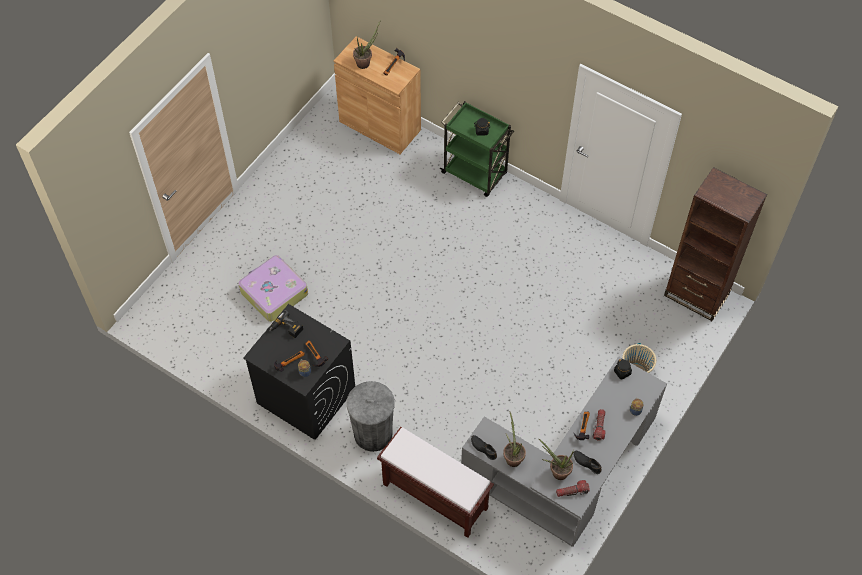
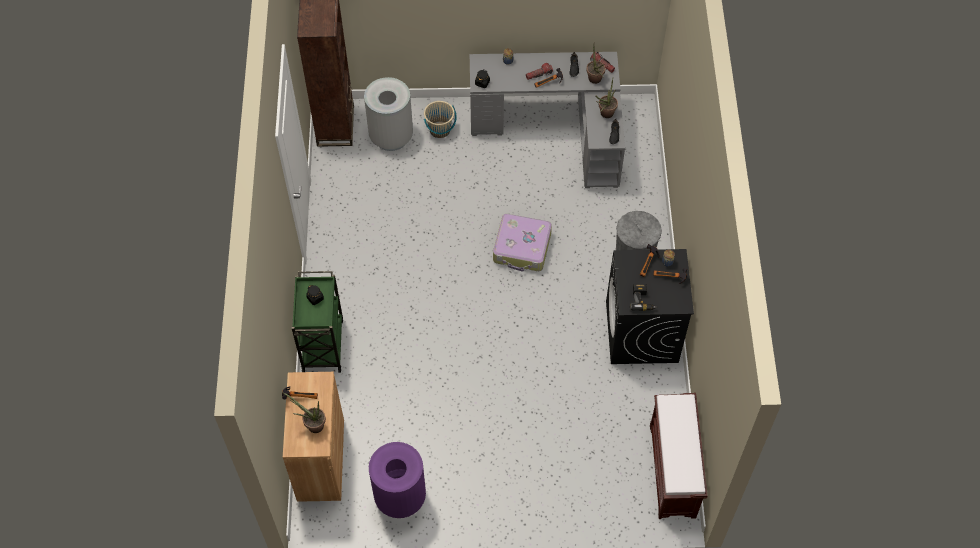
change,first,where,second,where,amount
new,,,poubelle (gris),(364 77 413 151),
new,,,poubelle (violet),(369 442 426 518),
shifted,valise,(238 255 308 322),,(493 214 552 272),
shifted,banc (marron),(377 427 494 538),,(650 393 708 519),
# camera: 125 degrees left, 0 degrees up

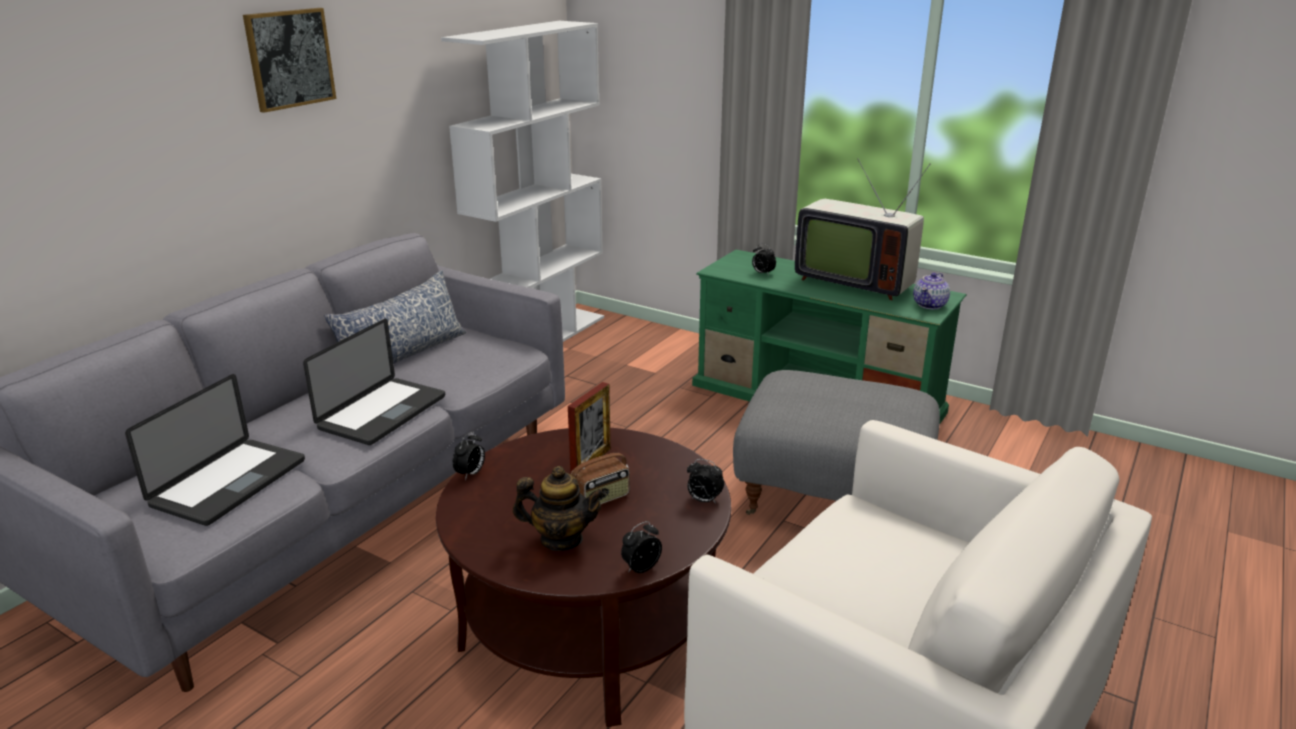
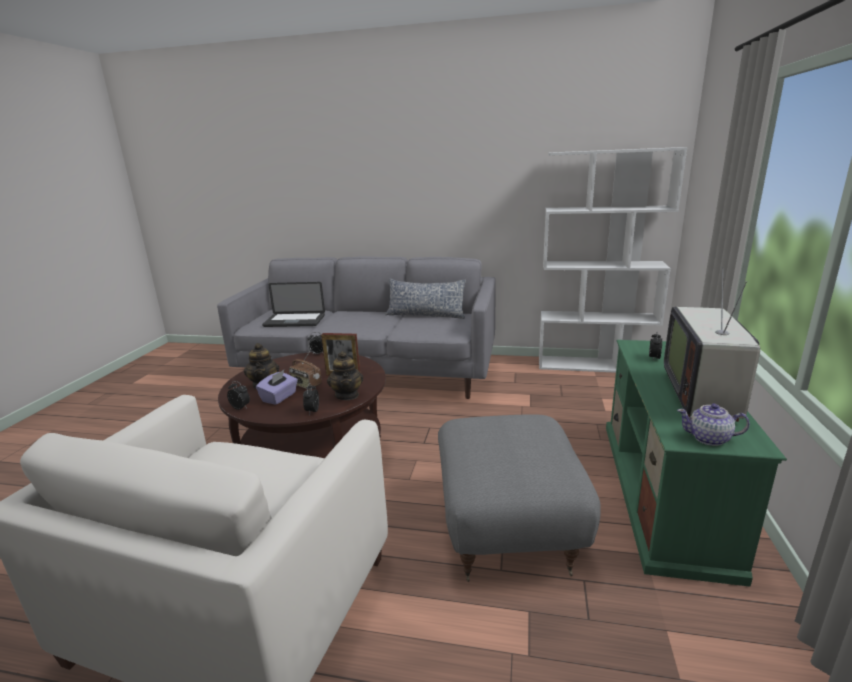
change,first,where,second,where,amount
gone,tableau,(243 8 336 113),,,
gone,ordinateur portable,(303 319 445 445),,,
new,,,boîte à mouchoirs (violet),(256 370 298 405),
new,,,théière,(327 351 363 400),
# camera: 70 degrees right, 5 degrees down

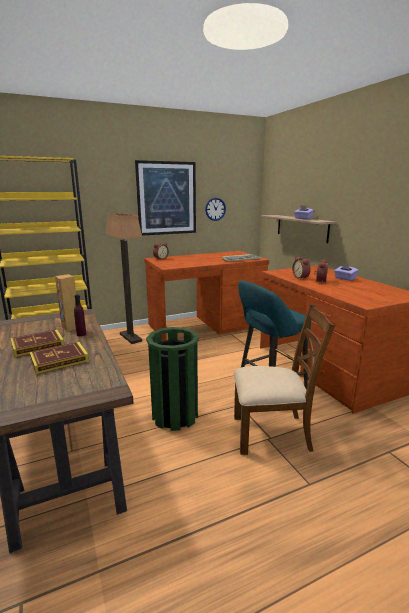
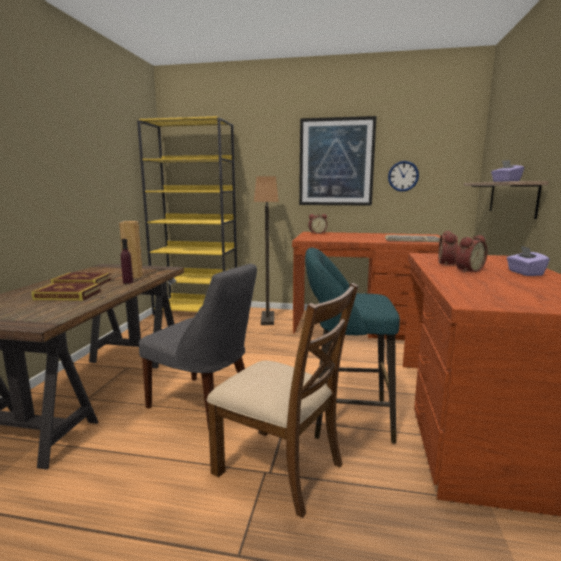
change,first,where,second,where,amount
swapped,poubelle (vert),(146 327 199 431),chaise (gris),(139 263 257 430),
# camera: 35 degrees right, 5 degrees down

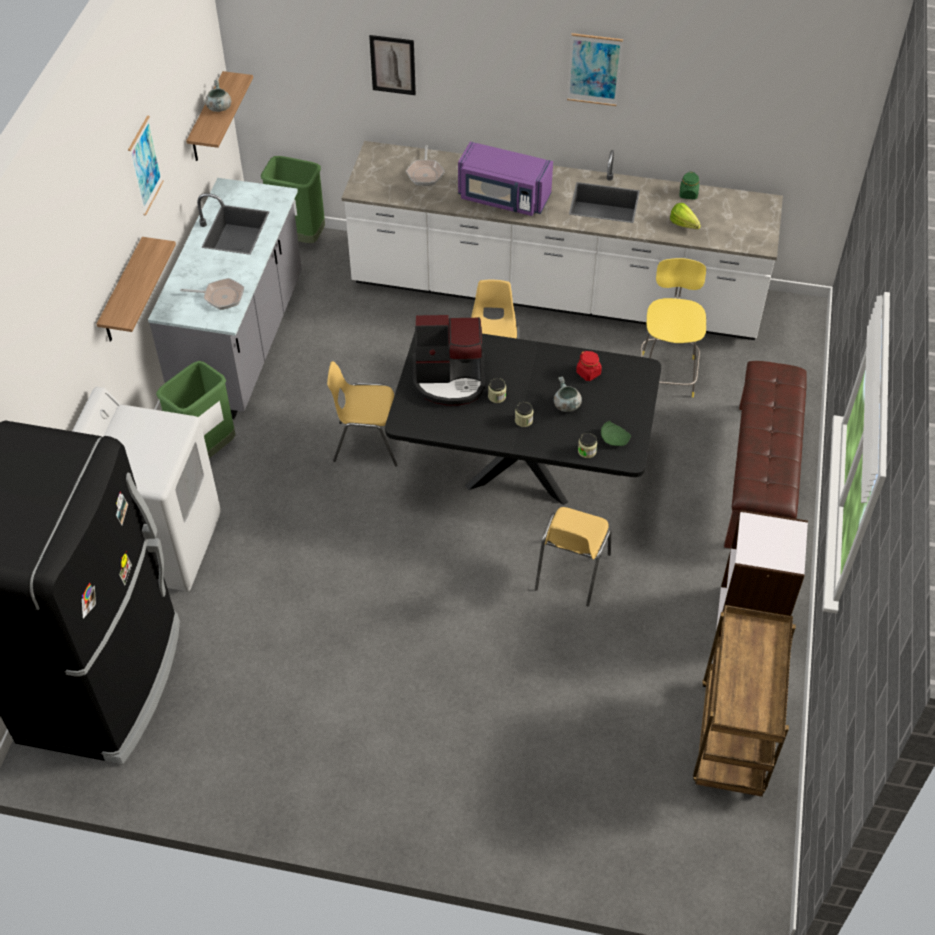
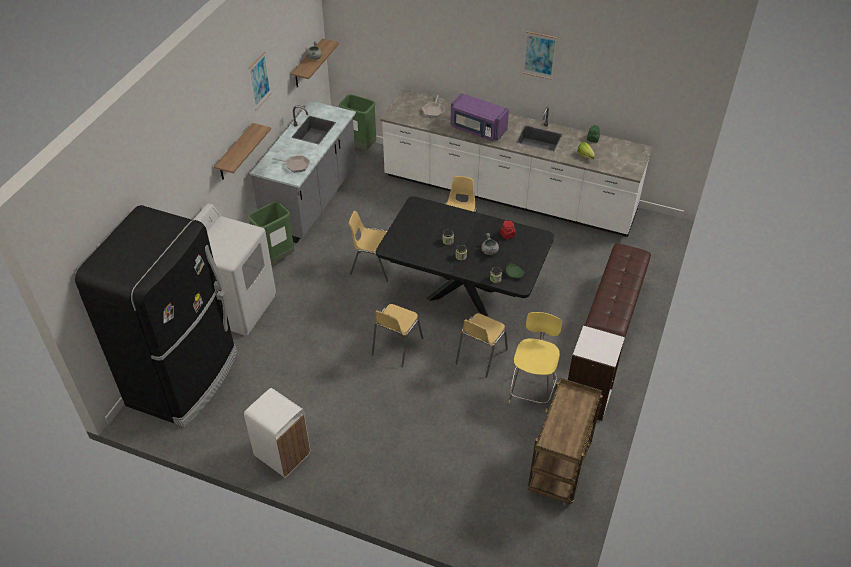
change,first,where,second,where,amount
gone,tableau,(369 35 416 95),,,
gone,machine à café,(413 315 485 406),,,
new,,,poubelle (blanc),(244 388 310 478),
new,,,chaise (jaune),(372 304 423 367),
shifted,tabouret (jaune),(641 258 706 397),,(509 312 562 412),
# camera: 10 degrees right, 5 degrees down

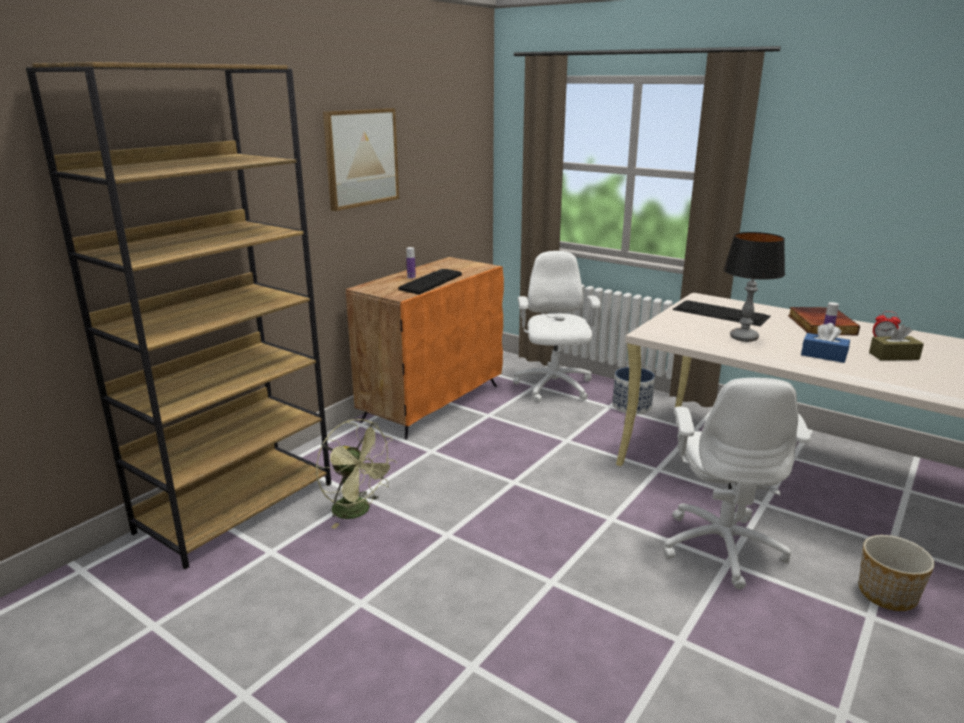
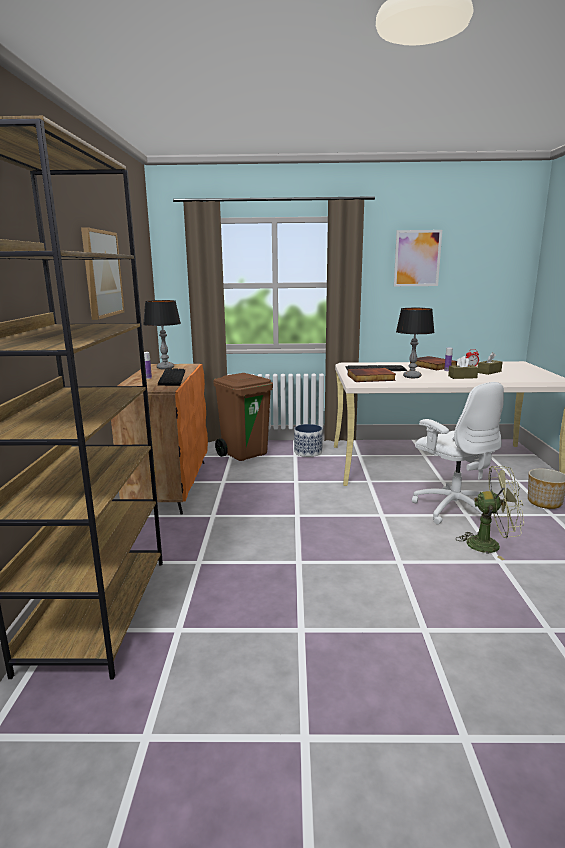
change,first,where,second,where,amount
new,,,lampe de table,(143 300 181 369),
new,,,livre,(348 368 396 382),
new,,,tableau,(394 230 442 286),
shifted,ventilateur (vert),(316 419 397 529),,(456 466 524 560),
swapped,chaise de bureau (blanc),(513 251 601 402),poubelle (marron),(213 373 273 461),
repainted,boîte à mouchoirs (bleu),(801 323 850 363),boîte à mouchoirs (marron),(448 356 478 379),
# camera: 35 degrees left, 5 degrees down

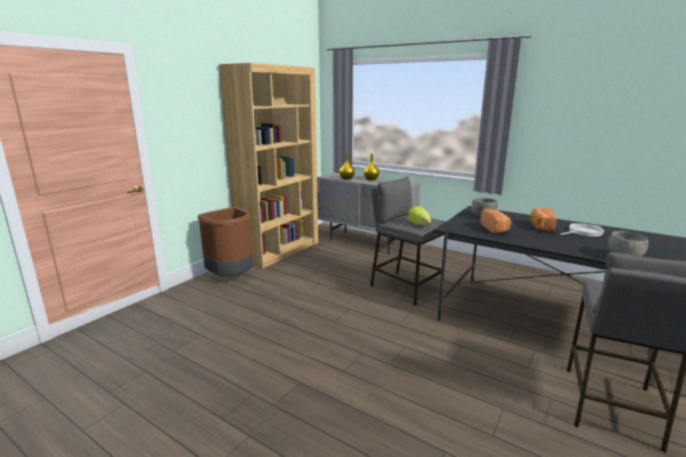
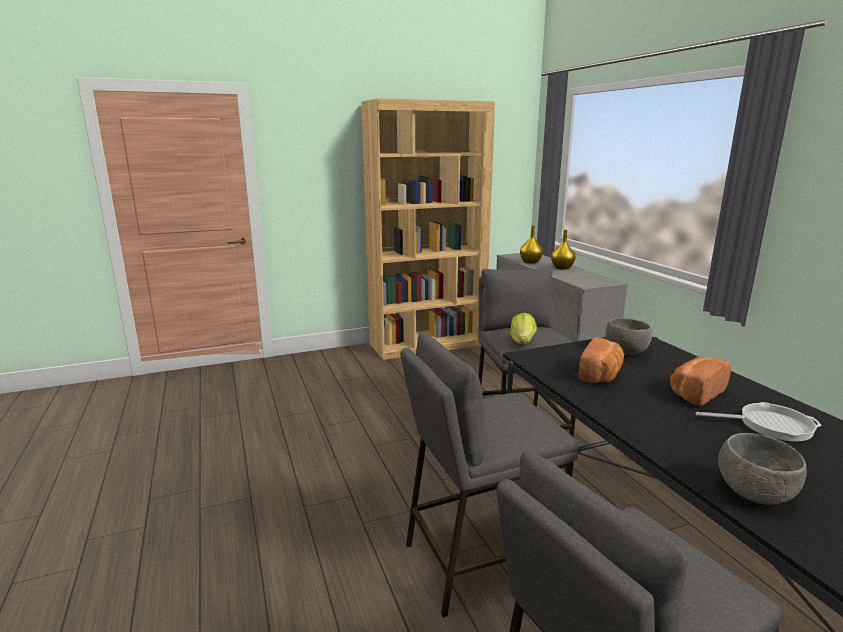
change,first,where,second,where,amount
gone,poubelle (marron),(197 207 253 276),,,
new,,,tabouret (gris),(400 333 578 617),
# camera: 35 degrees right, 0 degrees up

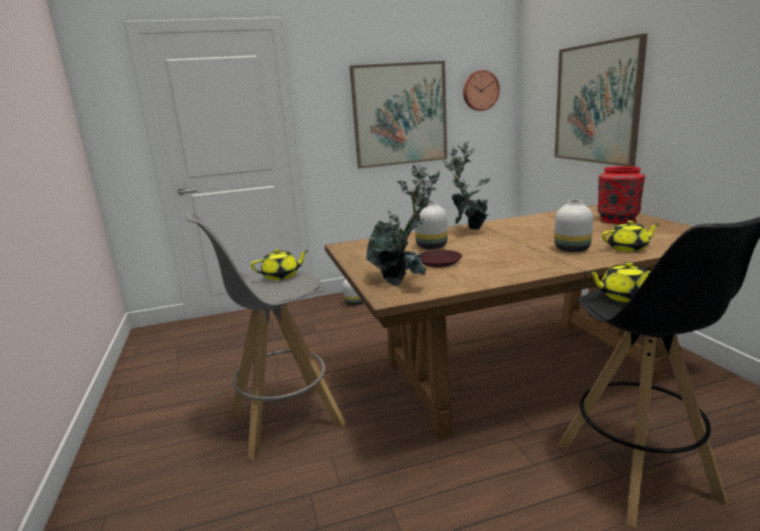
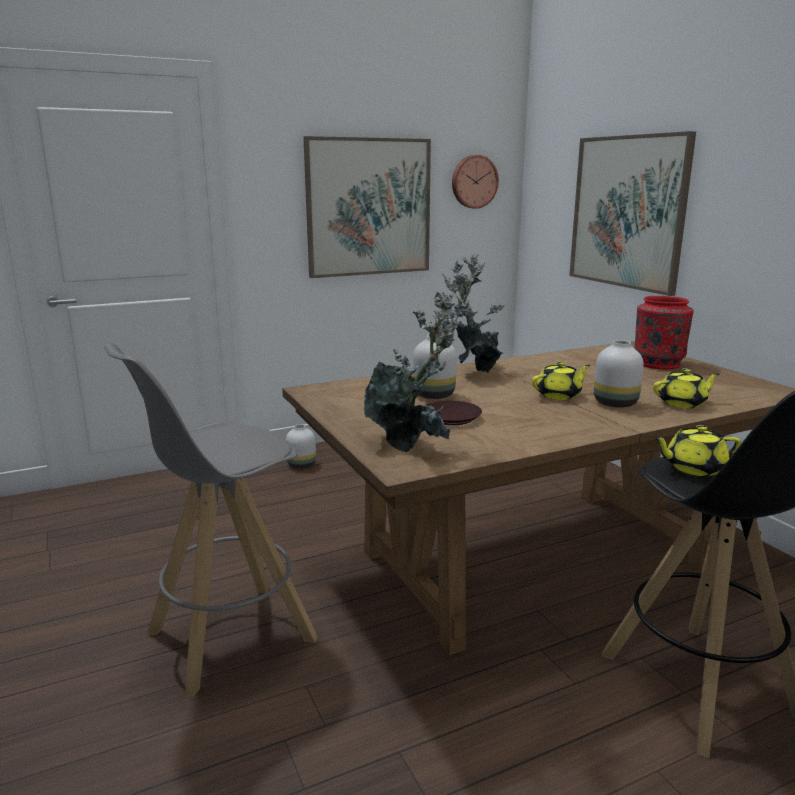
change,first,where,second,where,amount
shifted,théière (jaune),(251 249 309 280),,(532 362 590 400),
# camera: 10 degrees left, 0 degrees up

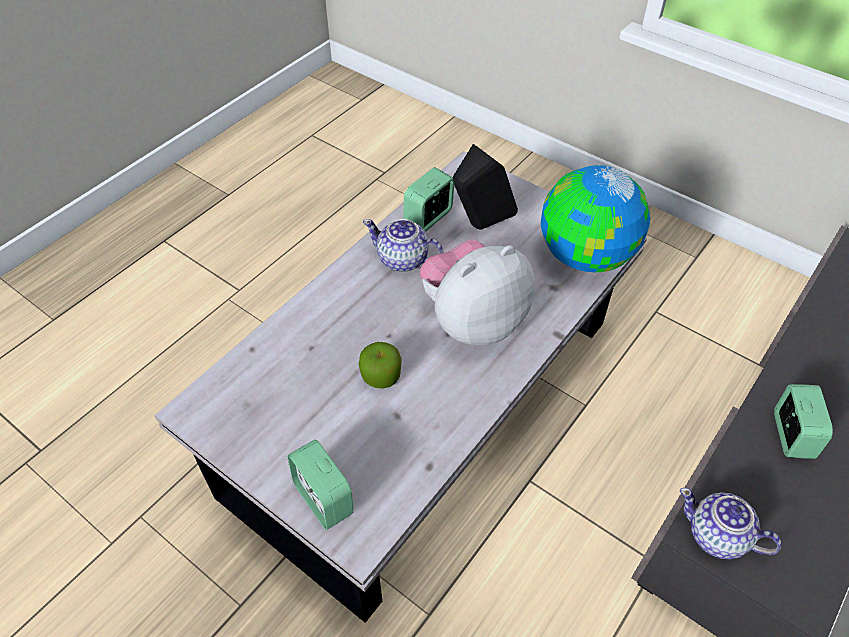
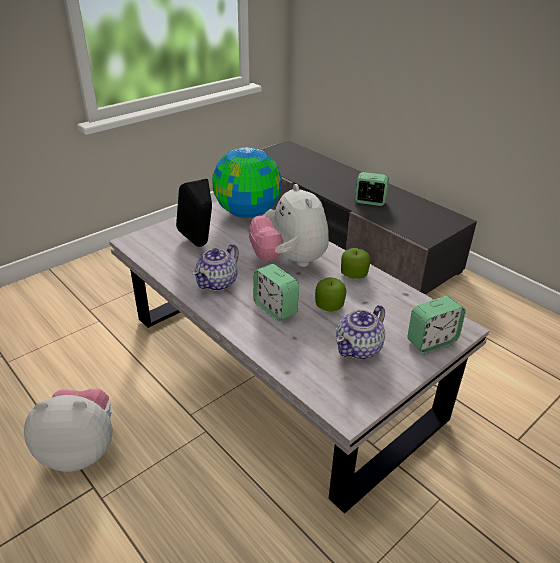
change,first,where,second,where,amount
new,,,peluche,(24 388 112 472),
new,,,pomme,(341 248 371 279),
shifted,réveil,(404 167 454 232),,(253 264 299 321),
shifted,théière,(680 488 782 560),,(336 305 385 359),
# camera: 80 degrees left, 15 degrees down

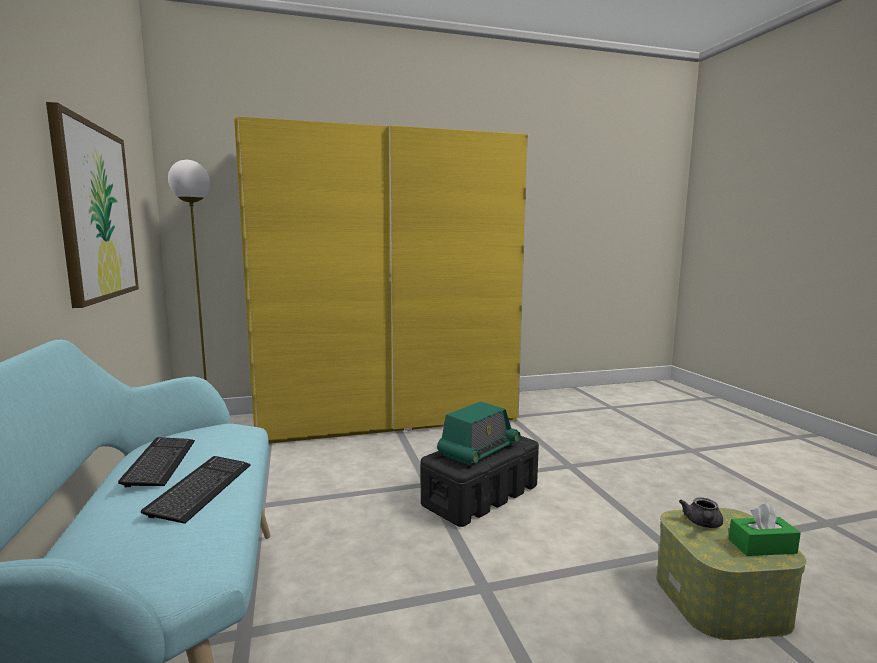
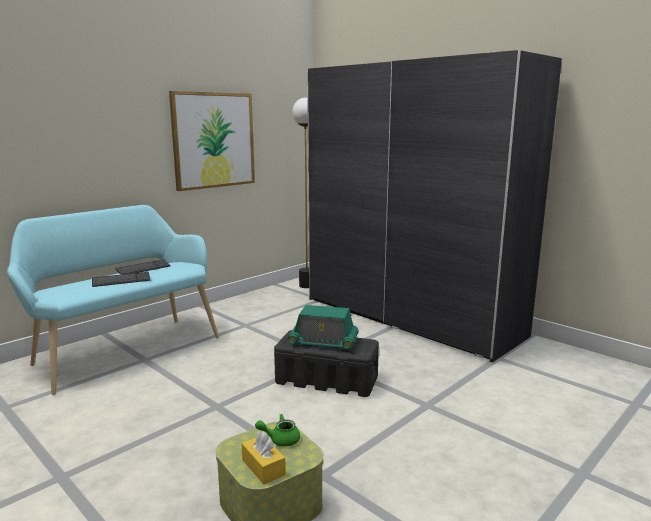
change,first,where,second,where,amount
repainted,armoire (jaune),(234 117 528 443),armoire (gris),(307 50 562 363),
repainted,théière (gris),(679 497 723 528),théière (vert),(255 414 300 447),
repainted,boîte à mouchoirs (vert),(729 503 801 556),boîte à mouchoirs (jaune),(241 431 286 485),
# camera: 60 degrees right, 5 degrees up

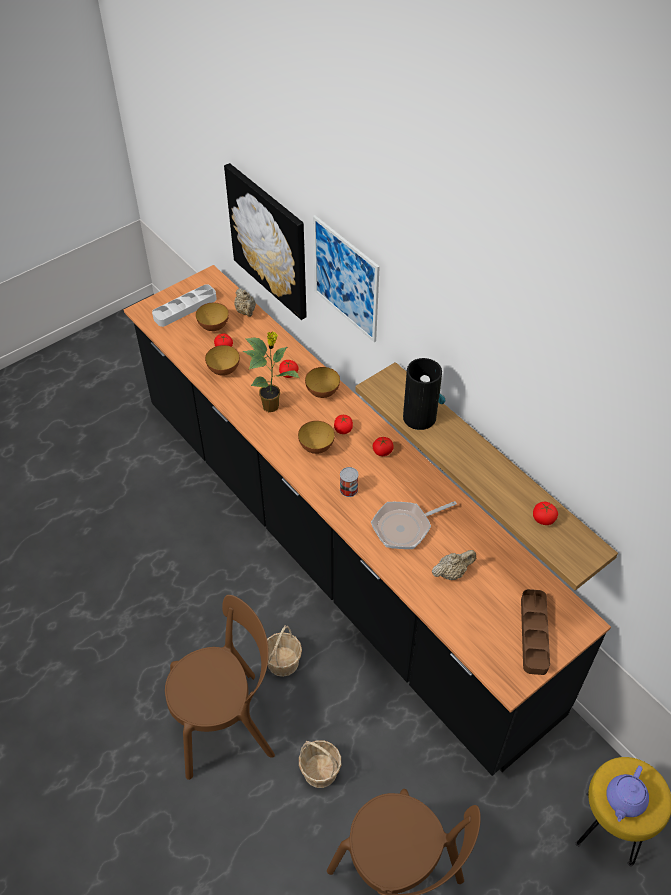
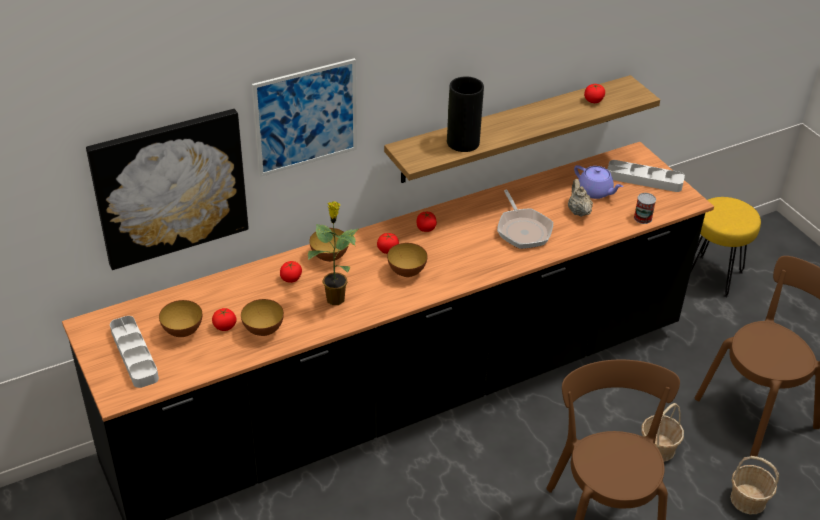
change,first,where,second,where,amount
gone,théière (beige),(234 288 256 317),,,
shifted,panier,(267 625 302 677),,(730 456 779 514),
shifted,boîte métallique,(340 467 358 497),,(634 193 656 224),
shifted,théière (violet),(606 766 649 822),,(574 165 623 199),
repainted,plateau (marron),(521 589 550 675),plateau (gris),(607 160 685 192),
# camera: 80 degrees left, 10 degrees down

